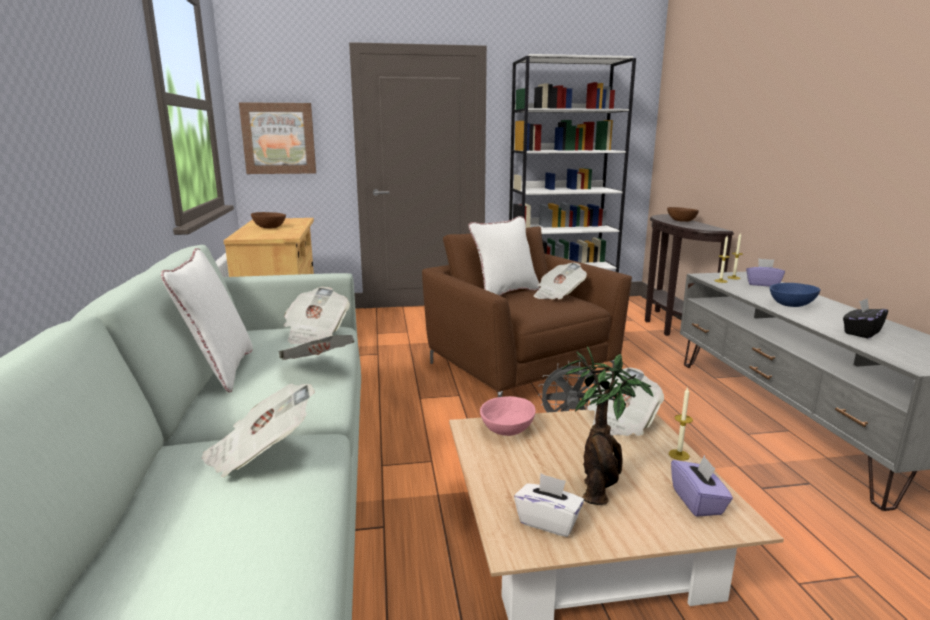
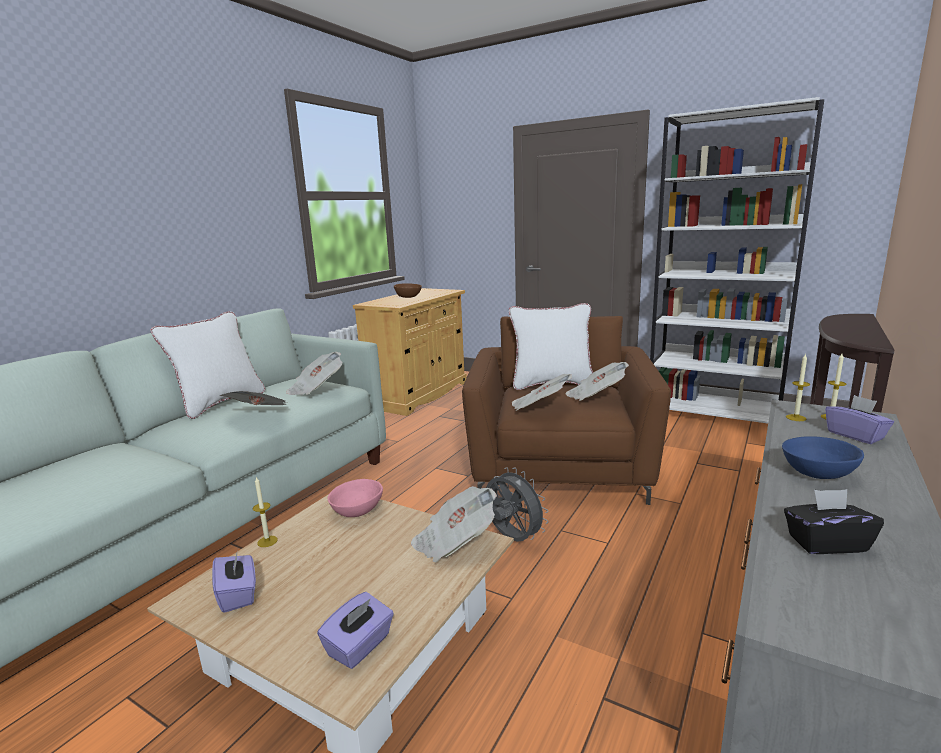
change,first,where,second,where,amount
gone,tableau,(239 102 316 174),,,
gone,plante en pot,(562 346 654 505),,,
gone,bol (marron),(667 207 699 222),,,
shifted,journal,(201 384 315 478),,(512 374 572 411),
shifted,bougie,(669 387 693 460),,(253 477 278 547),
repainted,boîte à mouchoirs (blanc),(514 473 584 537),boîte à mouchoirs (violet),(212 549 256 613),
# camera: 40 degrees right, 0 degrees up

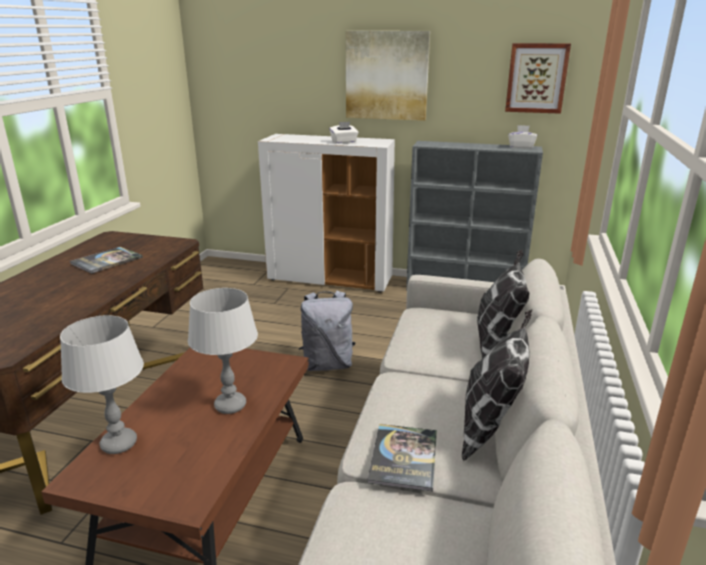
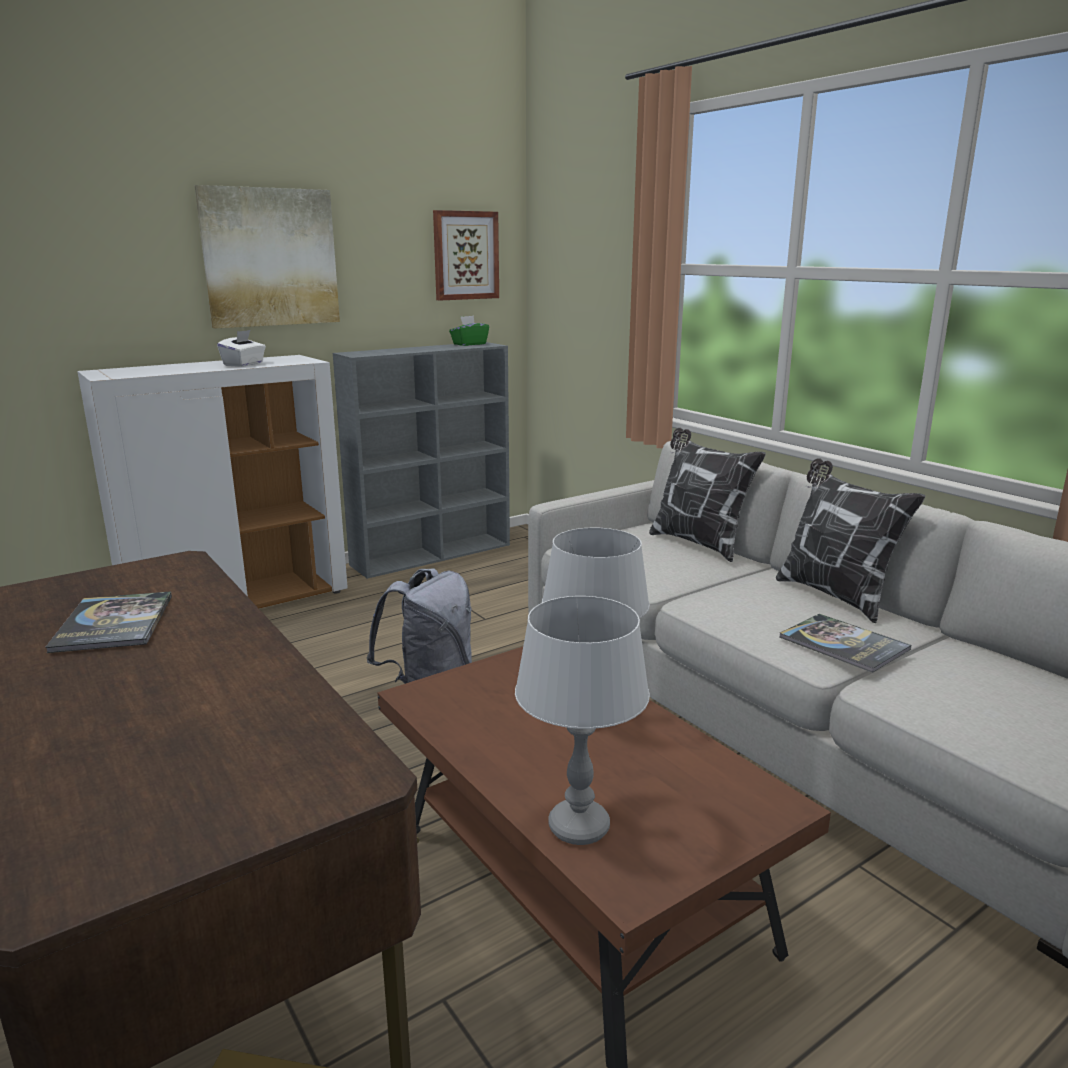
change,first,where,second,where,amount
repainted,boîte à mouchoirs (blanc),(508 125 537 149),boîte à mouchoirs (vert),(449 315 489 346),
# camera: 50 degrees left, 5 degrees down

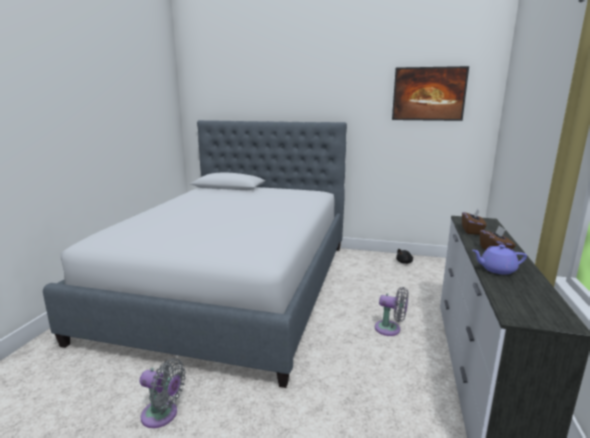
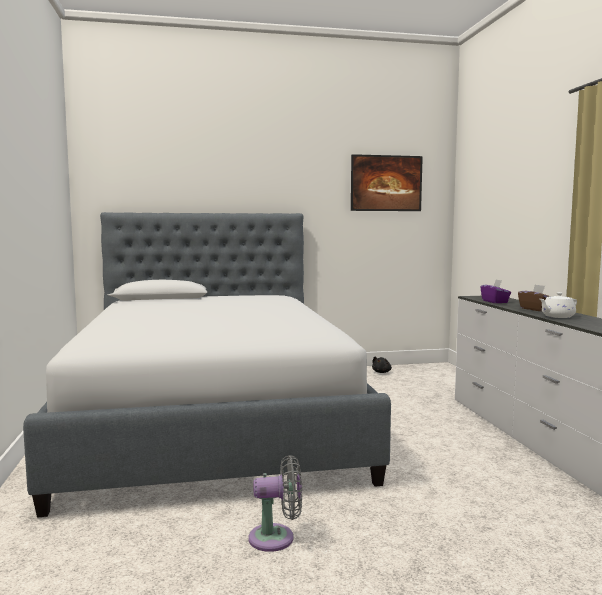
change,first,where,second,where,amount
gone,ventilateur (gris),(375 287 409 336),,,
repainted,boîte à mouchoirs (marron),(462 209 486 235),boîte à mouchoirs (violet),(480 280 511 303),
repainted,théière (violet),(472 244 527 274),théière (blanc),(540 292 577 318),
# camera: 25 degrees left, 10 degrees down

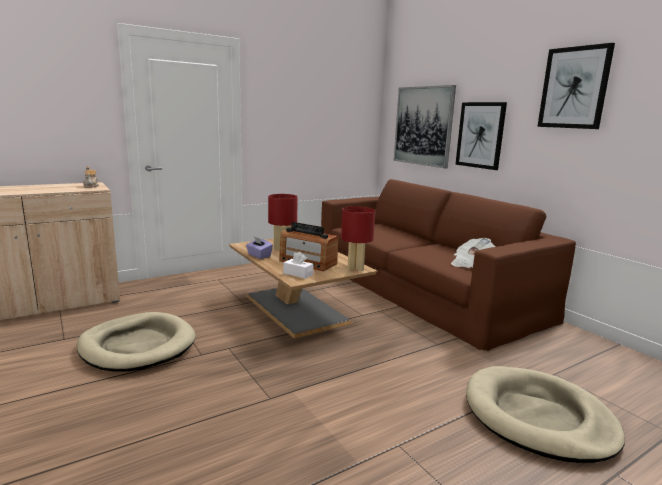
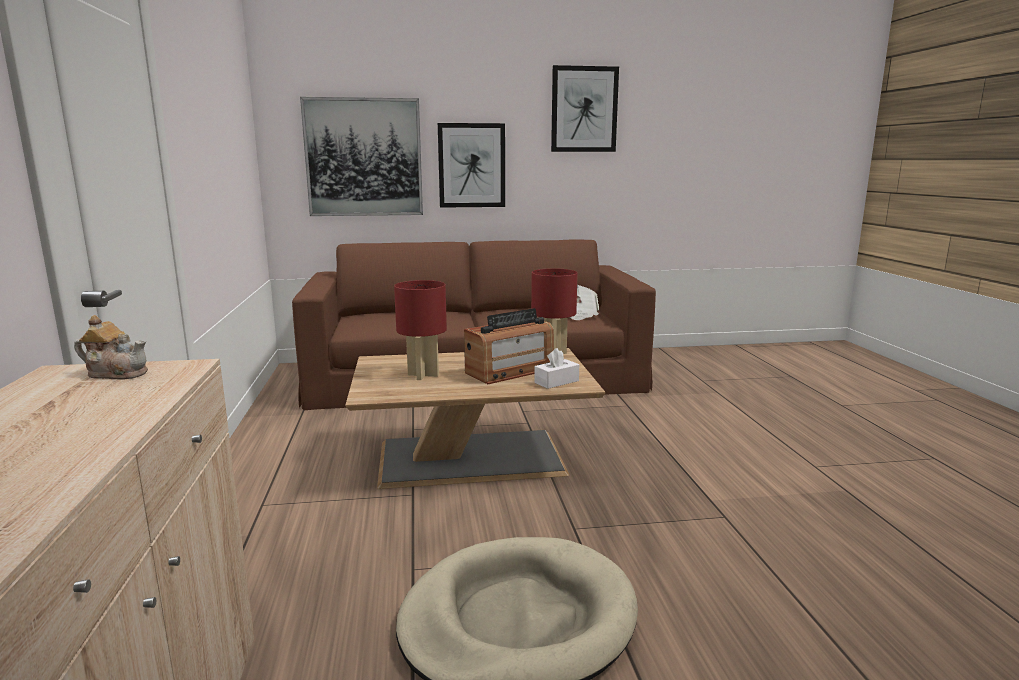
change,first,where,second,where,amount
gone,boîte à mouchoirs (violet),(246 236 273 259),,,
gone,panier pour chien (beige),(466 366 625 463),,,
# camera: 65 degrees left, 0 degrees up

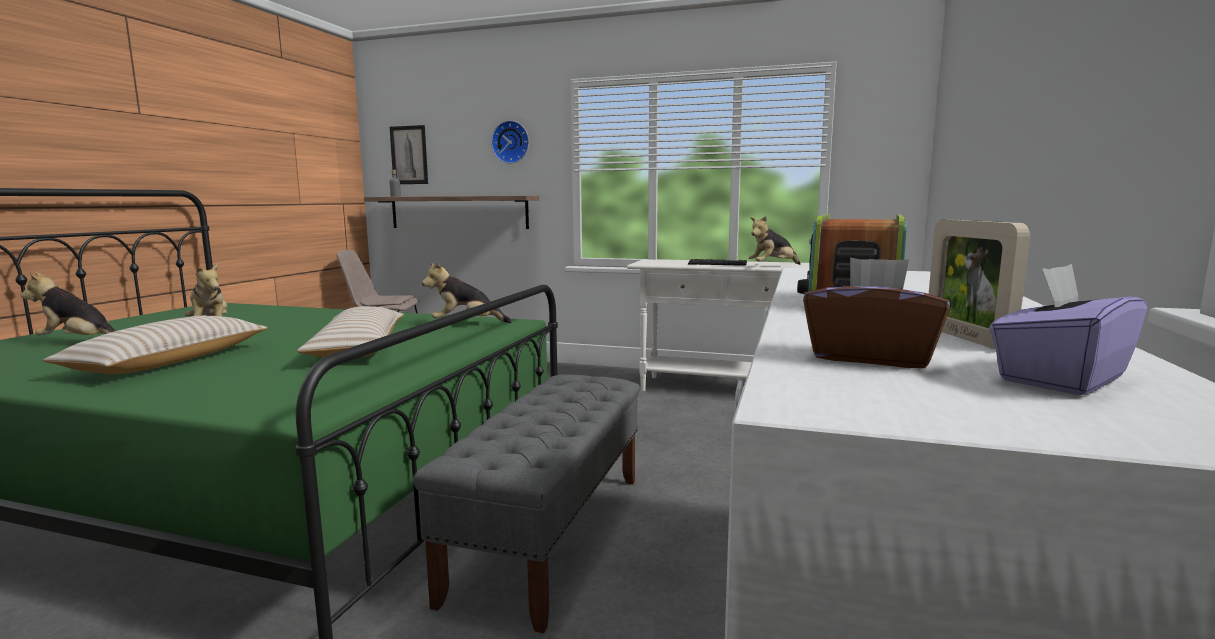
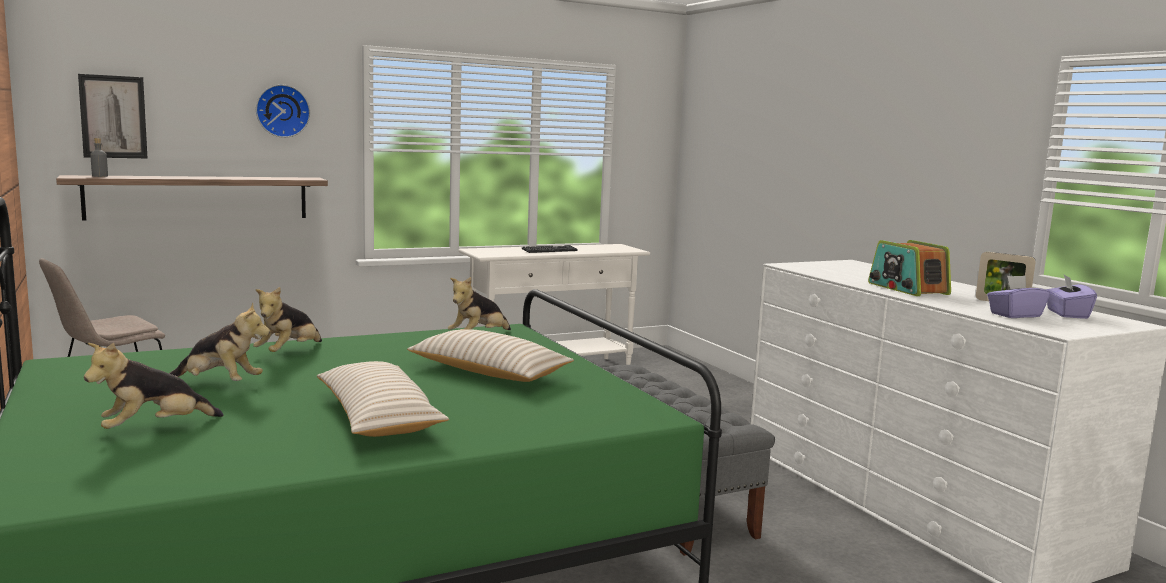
change,first,where,second,where,amount
shifted,peluche,(748 216 801 265),,(253 287 322 352),
repainted,boîte à mouchoirs (marron),(803 258 950 368),boîte à mouchoirs (violet),(987 275 1050 318),
# camera: 45 degrees left, 0 degrees up

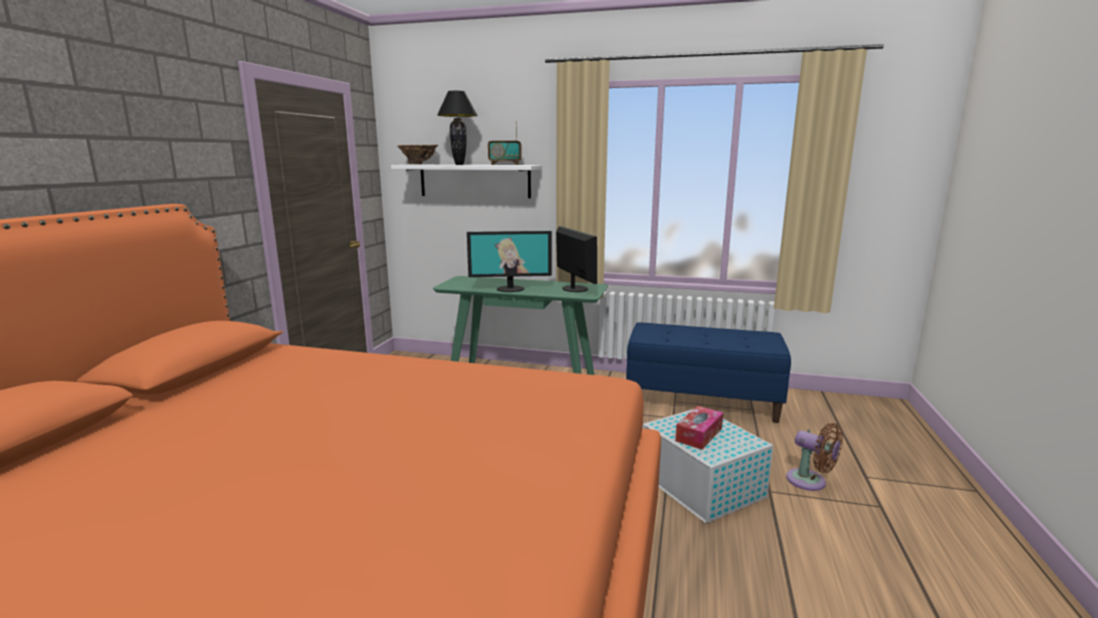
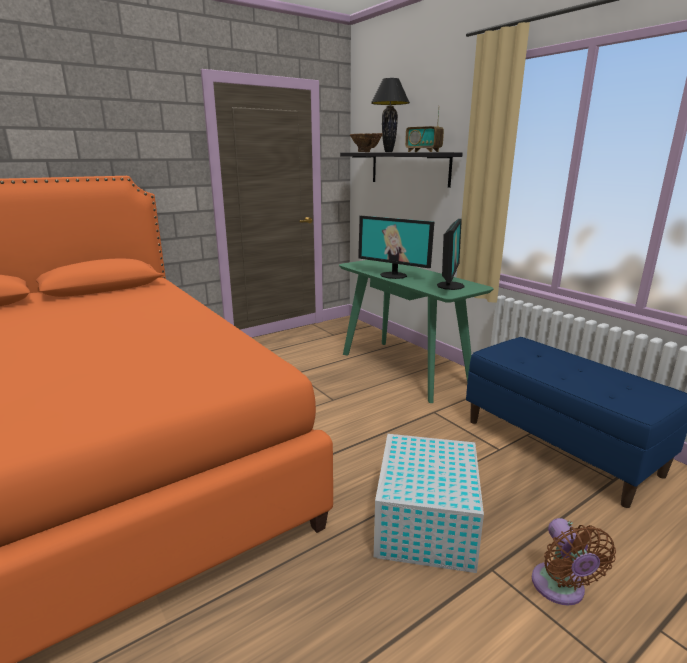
change,first,where,second,where,amount
gone,boîte à mouchoirs,(675 406 723 450),,,
repainted,étagère (blanc),(391 165 542 198),étagère (noir),(340 152 463 188),
# camera: 40 degrees right, 5 degrees up

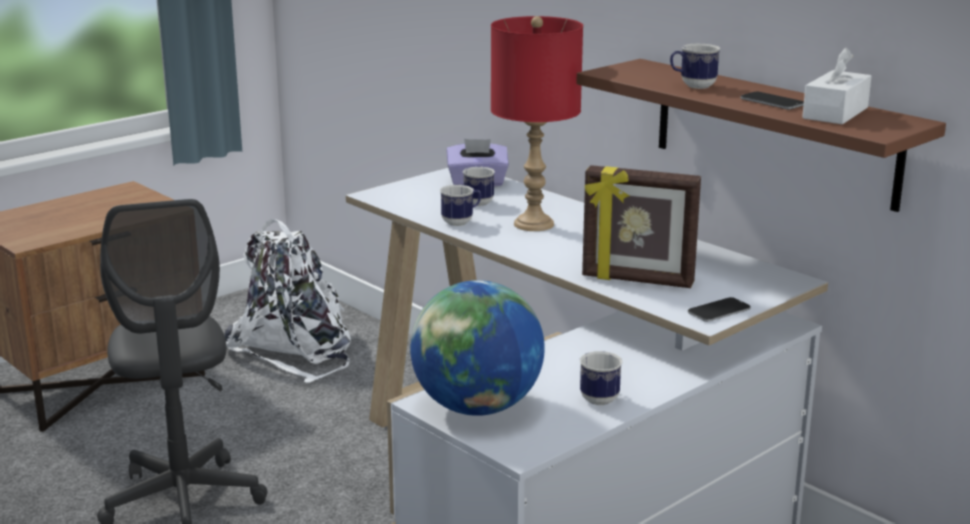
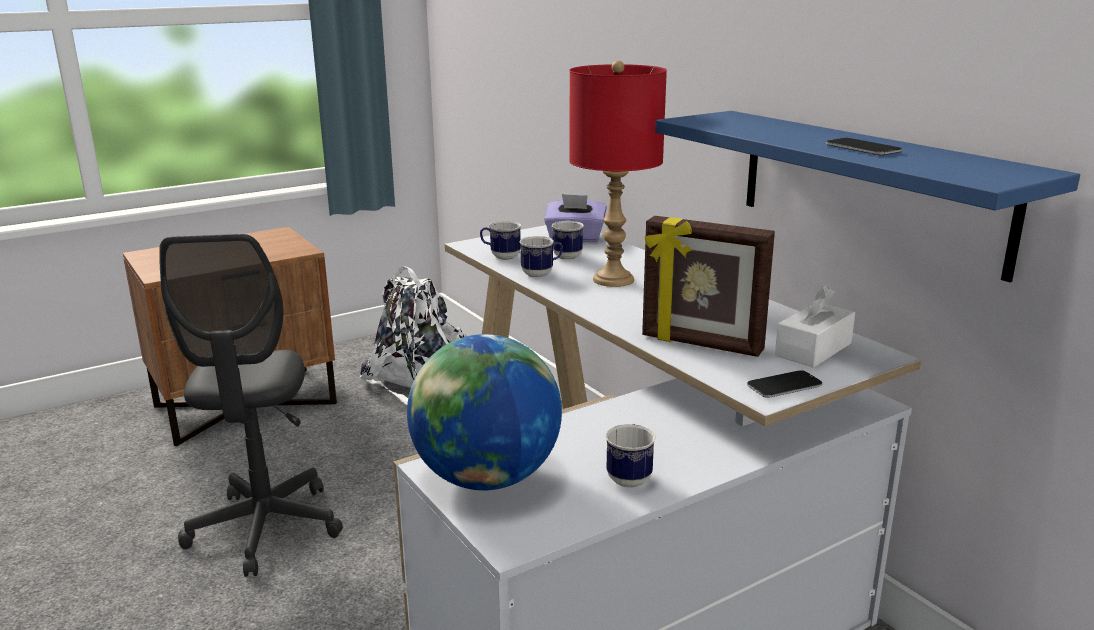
change,first,where,second,where,amount
shifted,mug,(670 44 721 89),,(480 221 521 260),
shifted,boîte à mouchoirs (blanc),(802 47 871 124),,(775 286 855 368),
repainted,étagère (marron),(576 59 946 212),étagère (bleu),(655 111 1080 282),
# camera: 10 degrees right, 0 degrees up

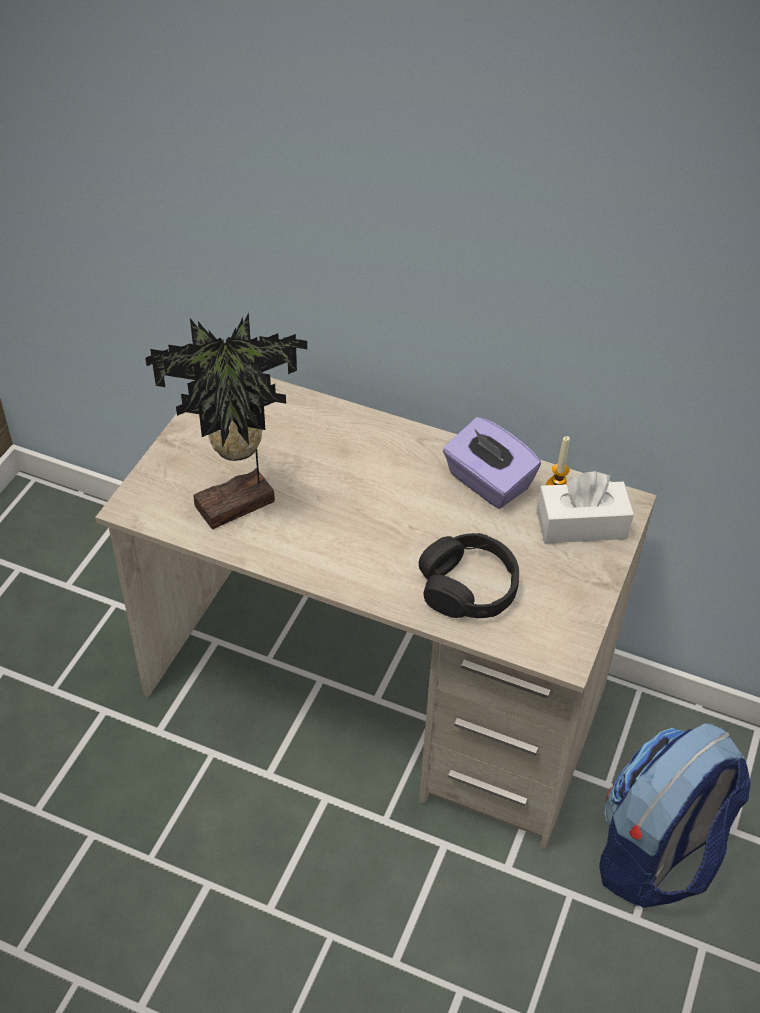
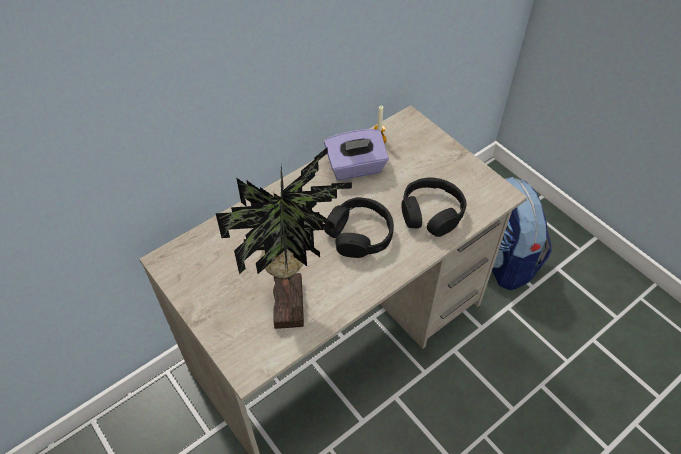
change,first,where,second,where,amount
gone,boîte à mouchoirs (blanc),(536 471 634 544),,,
new,,,casque audio (noir),(324 197 394 258),
# camera: 60 degrees left, 5 degrees up

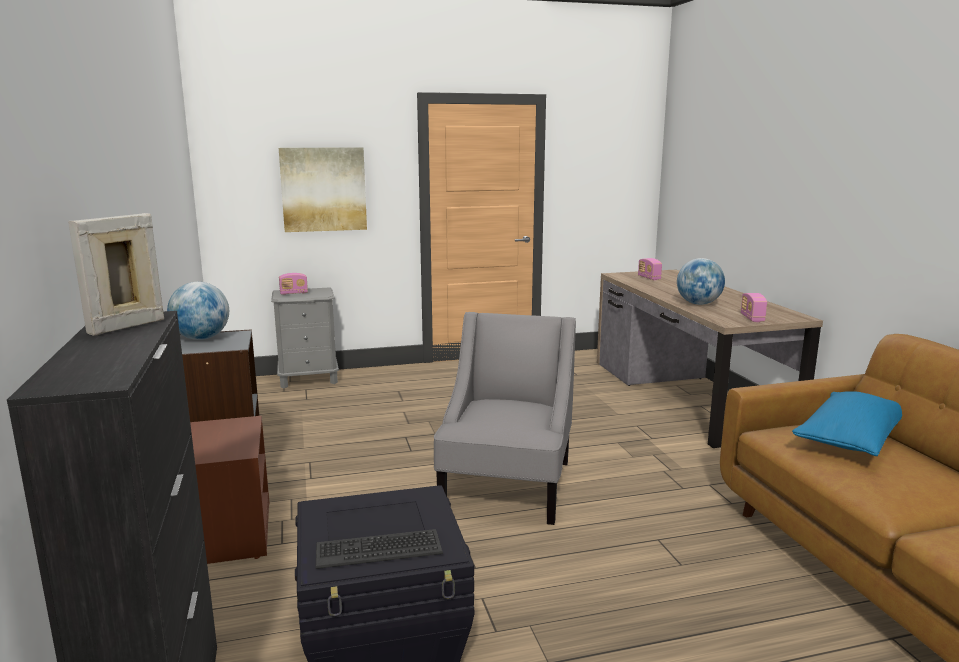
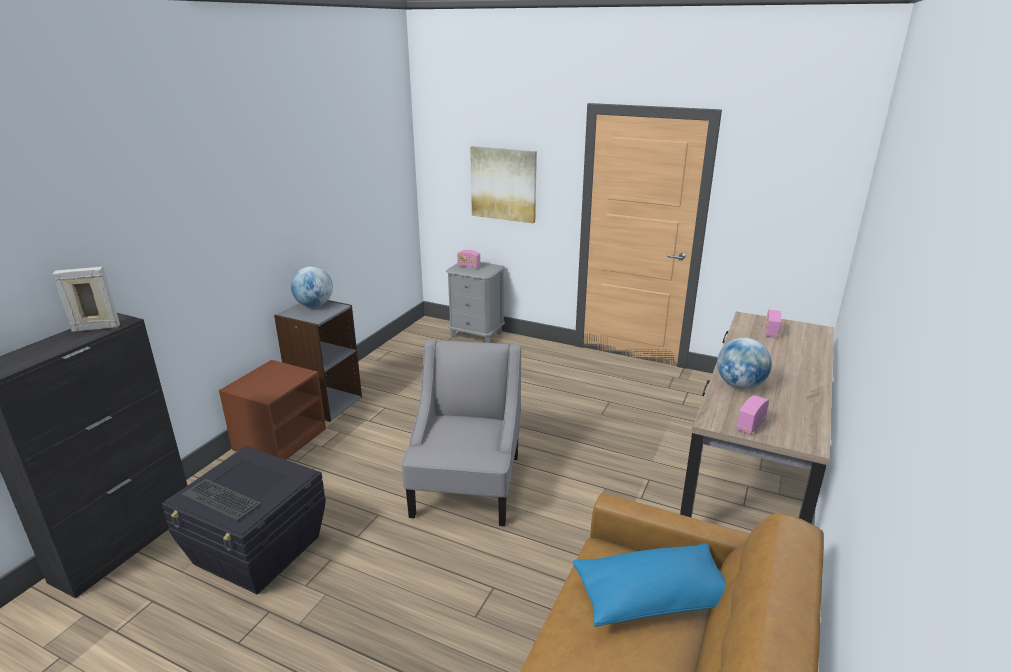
change,first,where,second,where,amount
rotated,fauteuil (gris),(434 312 576 525),,(402 339 521 526),45 degrees counterclockwise
# camera: 40 degrees right, 10 degrees up

